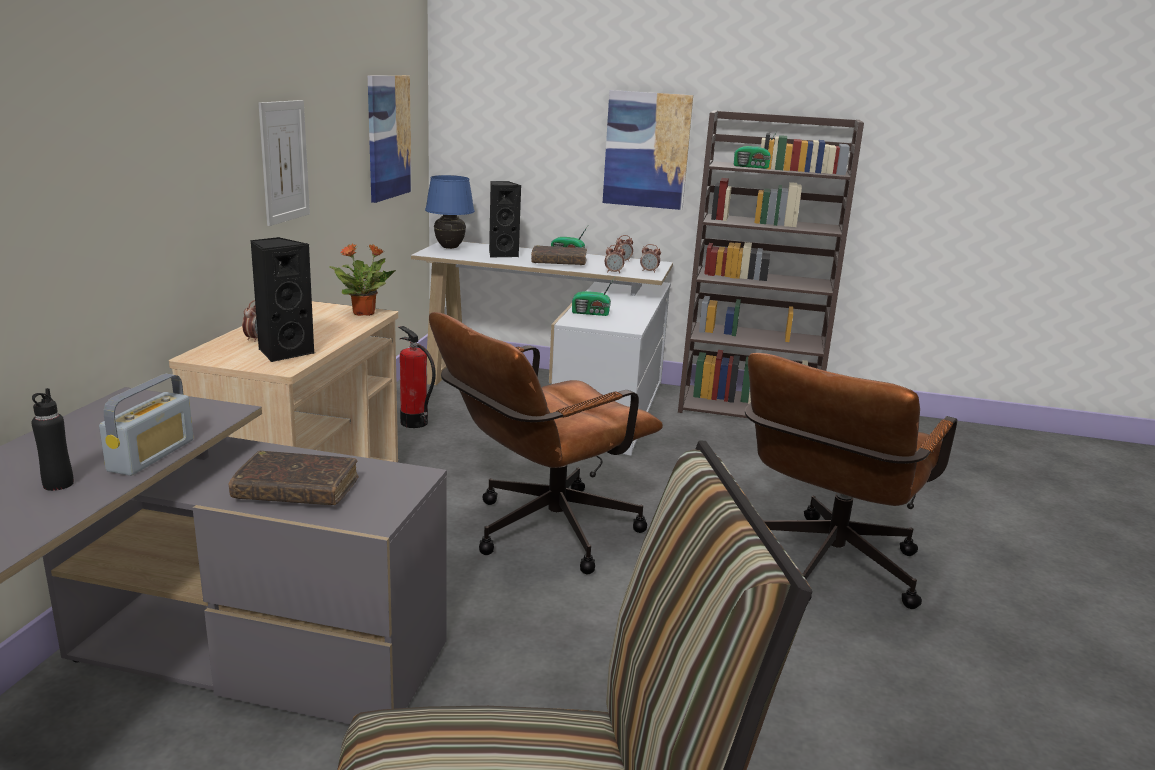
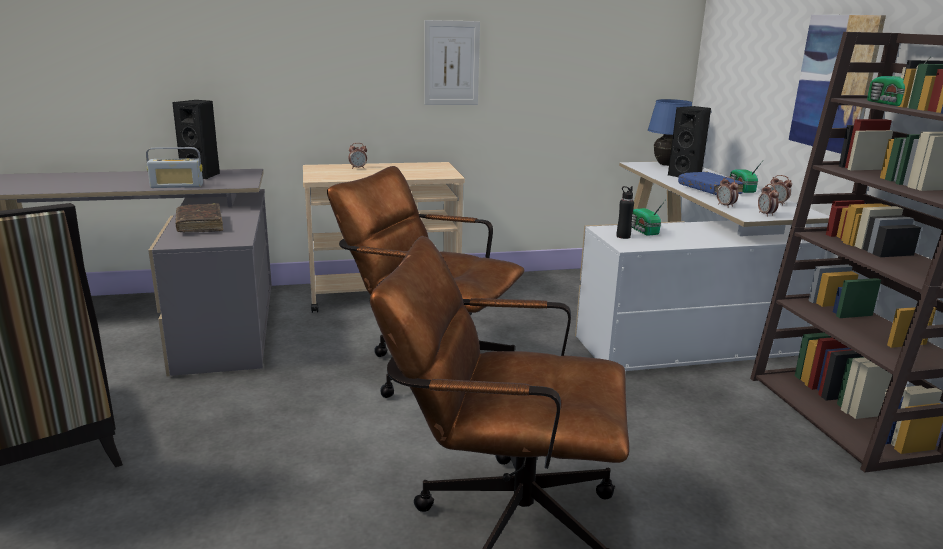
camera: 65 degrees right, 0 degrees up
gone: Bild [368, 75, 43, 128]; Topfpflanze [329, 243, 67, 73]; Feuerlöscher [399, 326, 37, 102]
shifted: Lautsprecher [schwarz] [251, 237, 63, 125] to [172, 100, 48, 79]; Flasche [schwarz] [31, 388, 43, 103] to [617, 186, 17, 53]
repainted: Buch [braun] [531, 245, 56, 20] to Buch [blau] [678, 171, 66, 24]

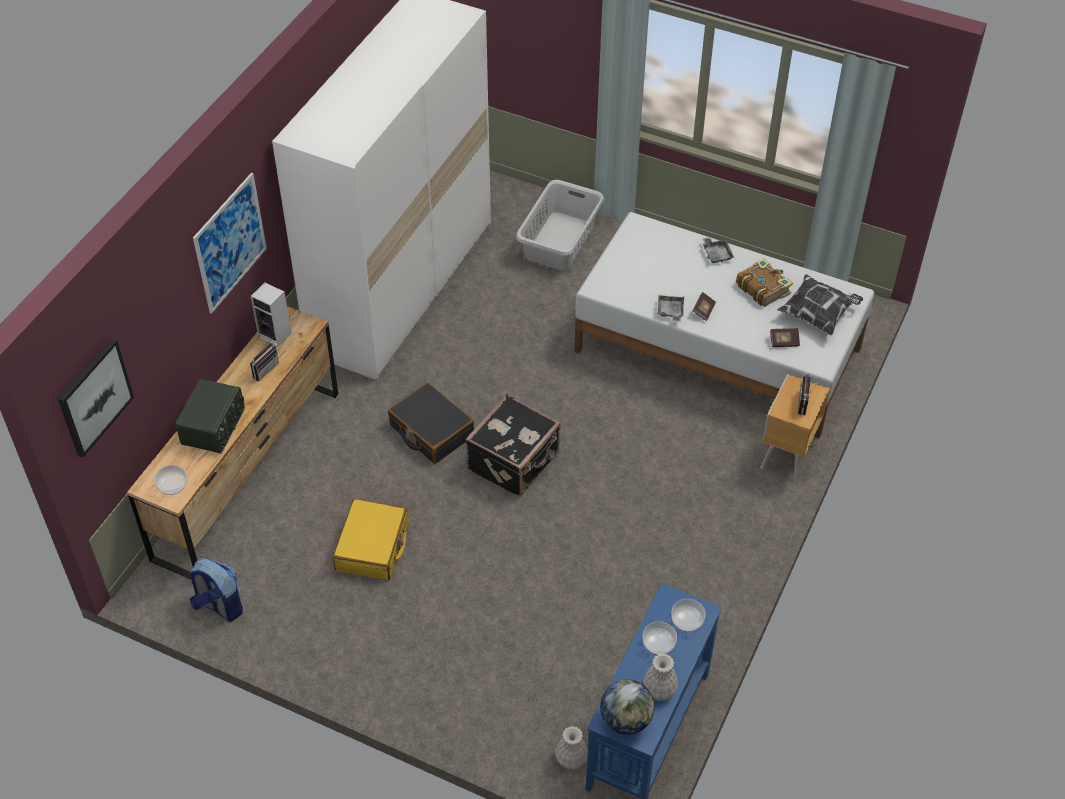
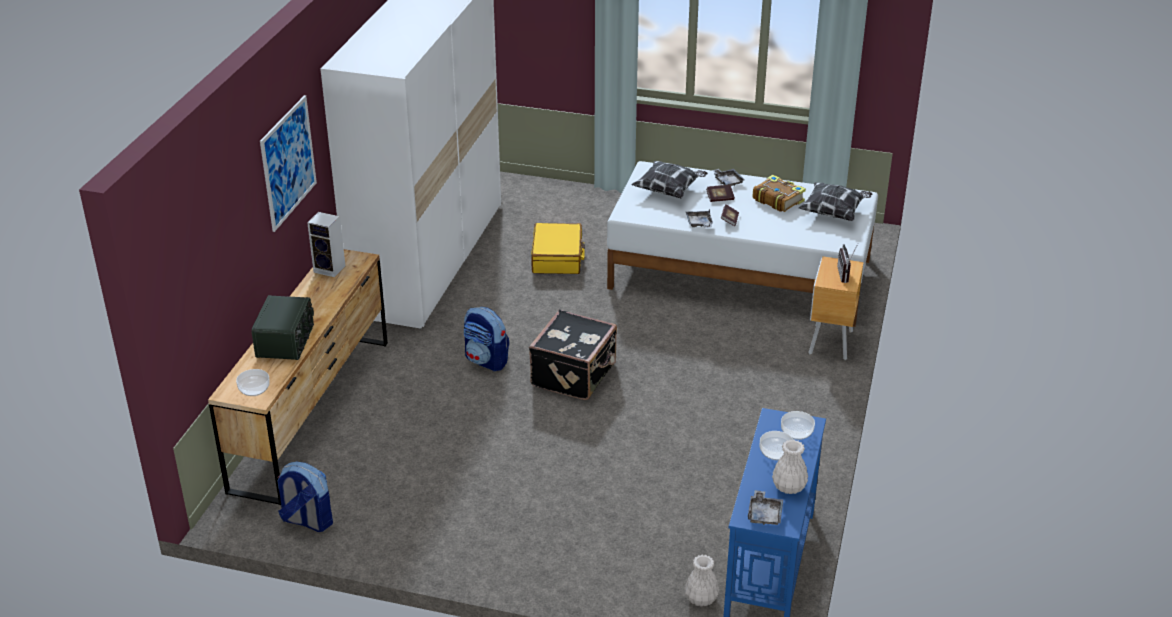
camera: 10 degrees left, 15 degrees down
gone: Wäschekorb [grau] [516, 180, 88, 91]; Bild [58, 338, 76, 119]; Radio [250, 342, 29, 39]
new: Kissen [631, 161, 77, 37]
shifted: Buch [770, 328, 30, 19] to [706, 185, 29, 17]; Koffer [gelb] [333, 498, 76, 83] to [531, 223, 54, 51]
swapped: Koffer [schwarz] [388, 383, 86, 81] to Rucksack [464, 307, 45, 64]; Globus [600, 679, 55, 56] to Tablett [grau] [748, 490, 35, 35]

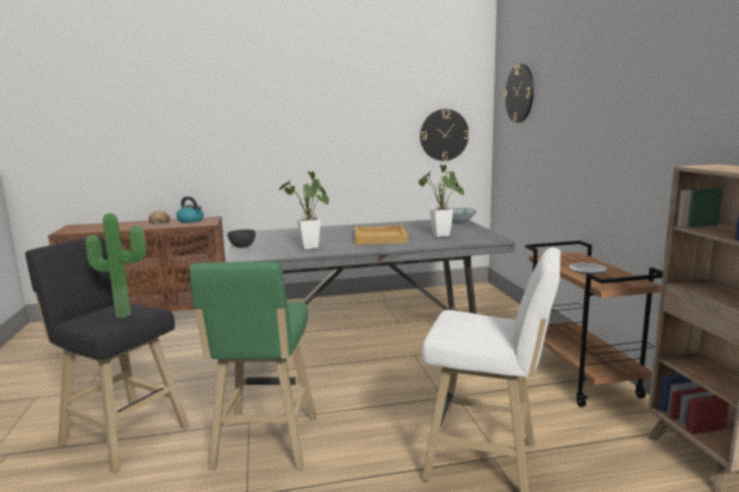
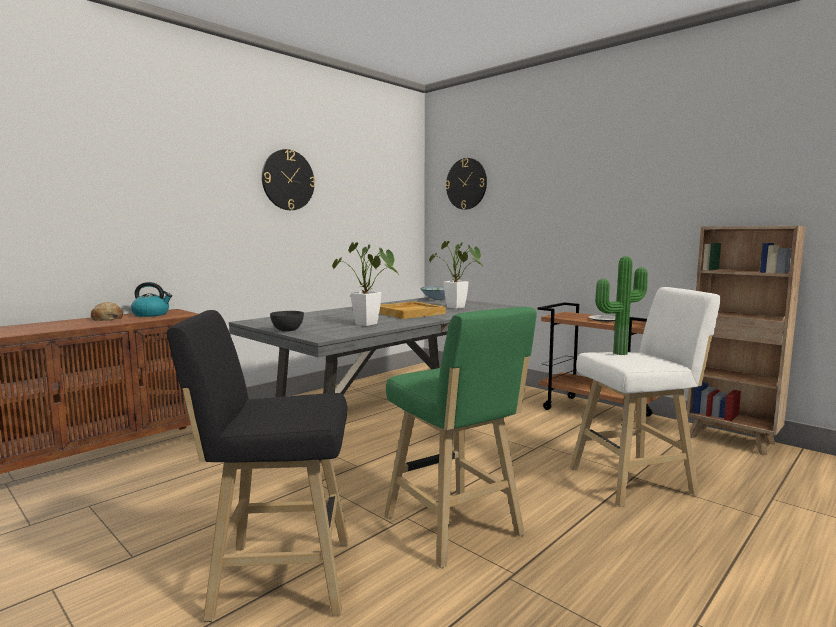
camera: 35 degrees left, 5 degrees down
shifted: Wanduhr [420, 109, 49, 52] to [262, 149, 53, 61]; Topfpflanze [86, 213, 60, 105] to [595, 256, 53, 99]

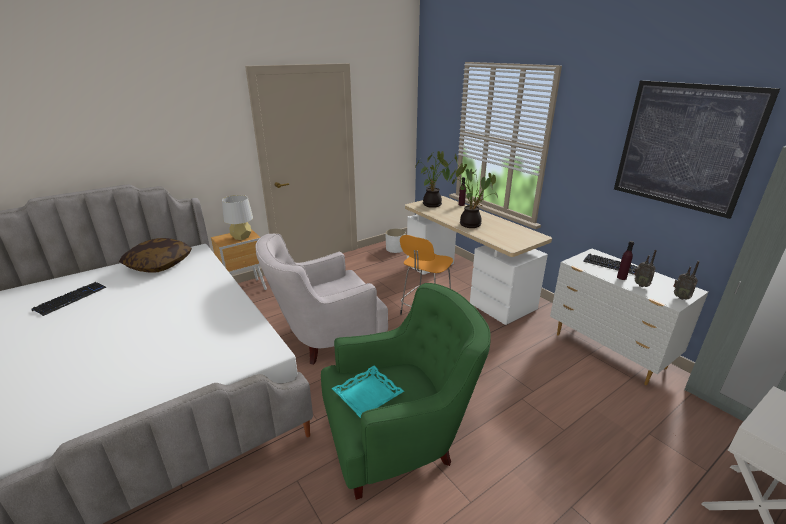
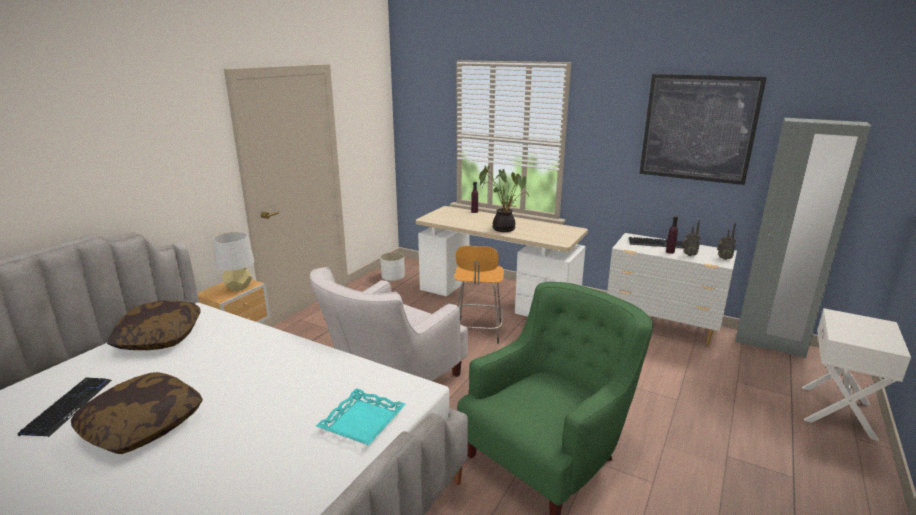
camera: 25 degrees left, 5 degrees down
gone: Topfpflanze [415, 151, 44, 57]
new: Kissen [71, 372, 132, 82]
shifted: Tablett [türkis] [331, 366, 73, 52] to [316, 388, 90, 57]

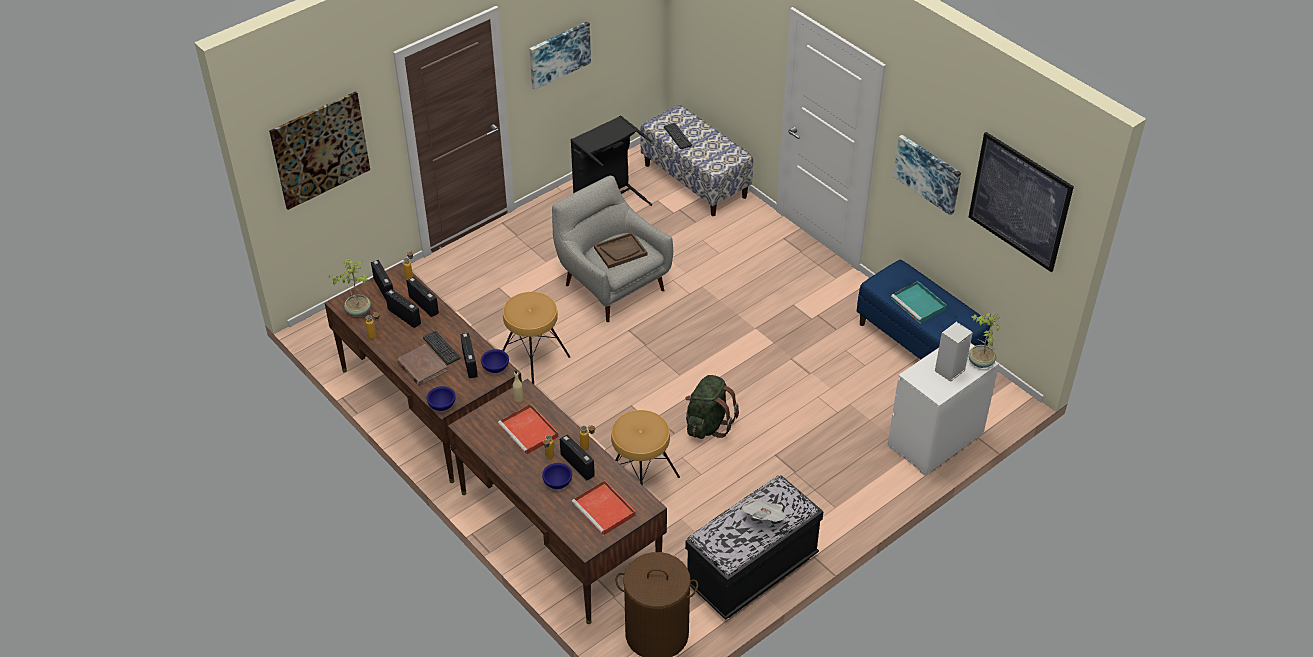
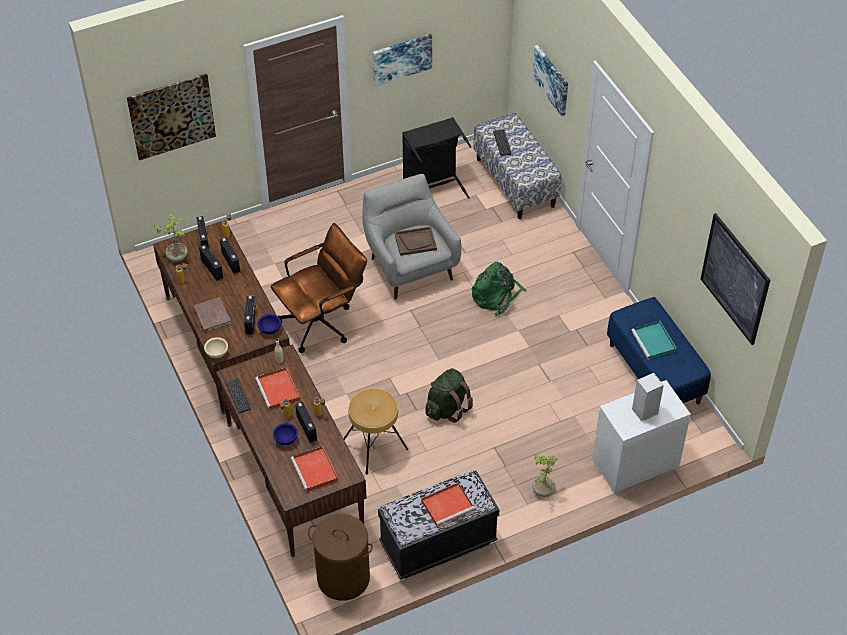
camera: 15 degrees right, 5 degrees up
new: Rucksack [grün] [472, 262, 55, 54]
shifted: Bild [893, 135, 68, 81] to [532, 45, 36, 71]; Topfpflanze [968, 313, 32, 55] to [532, 453, 26, 44]; Tastatur [423, 331, 37, 34] to [226, 378, 25, 35]
swapped: Hocker [braun] [502, 292, 68, 92] to Bürostuhl [braun] [270, 223, 97, 130]; Zeitung [742, 500, 44, 22] to Tablett [rot] [421, 482, 53, 44]
repainted: Schüssel [blau] [427, 386, 29, 25] to Schüssel [beige] [204, 337, 24, 21]

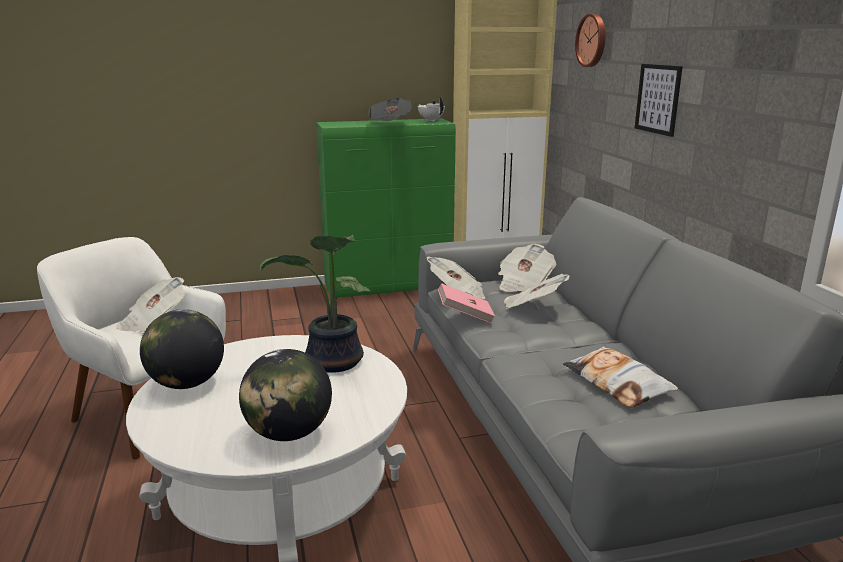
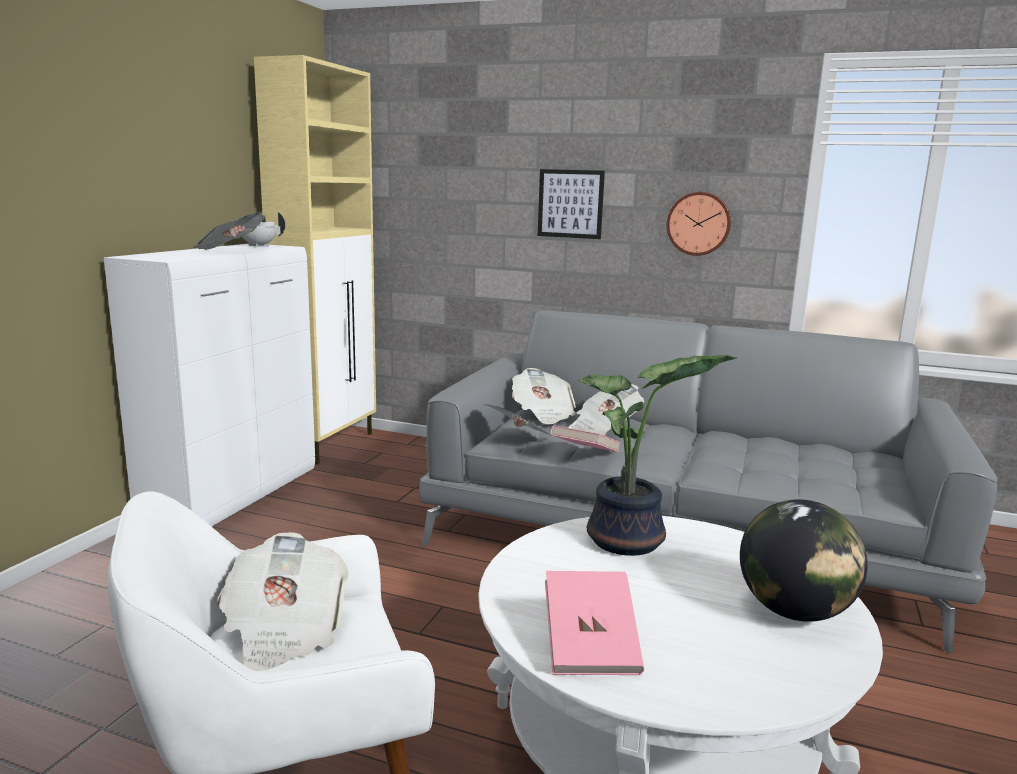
camera: 55 degrees left, 5 degrees down
gone: Kissen [563, 346, 115, 62]
shifted: Wanduhr [575, 14, 30, 53] to [667, 192, 64, 64]
swapped: Globus [140, 309, 84, 80] to Buch [rosa] [545, 571, 99, 104]
repainted: Schrank [grün] [316, 118, 140, 181] to Schrank [weiß] [104, 244, 211, 283]

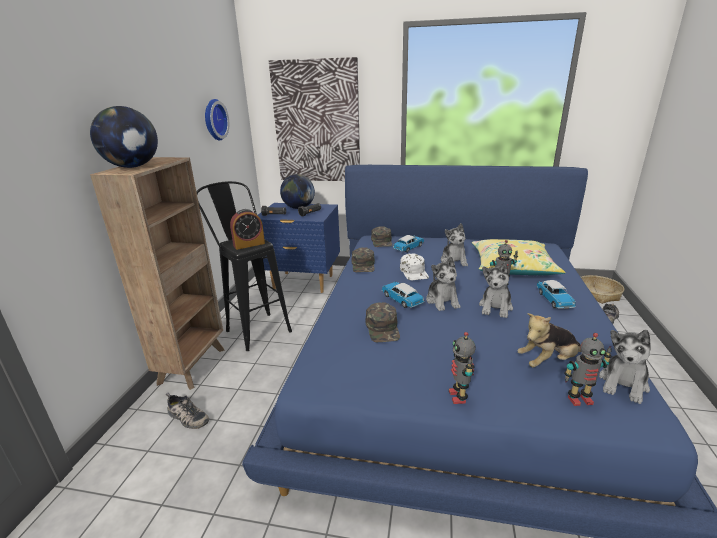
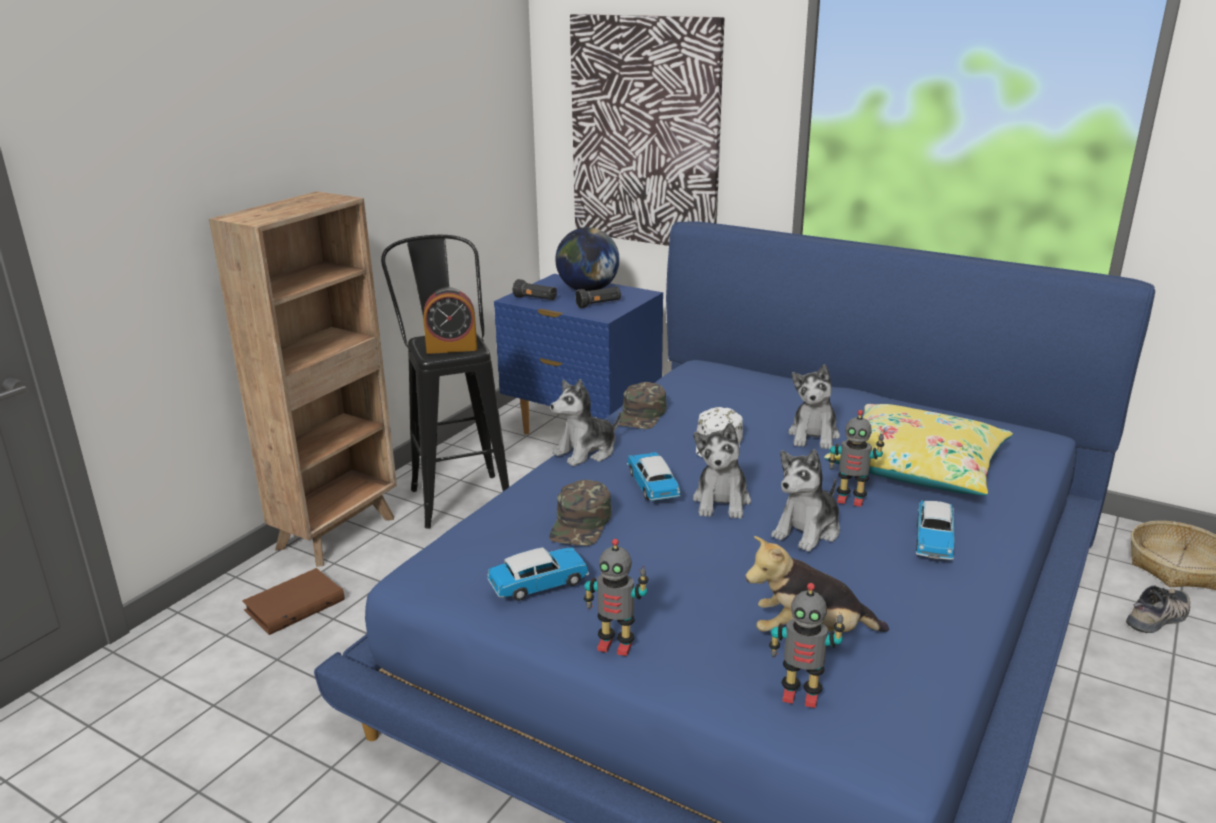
camera: 20 degrees right, 0 degrees up
gone: Wanduhr [205, 99, 24, 42]; Globus [90, 106, 68, 62]; Kappe [grün] [371, 226, 21, 21]
shifted: Spielzeugauto [393, 235, 31, 18] to [487, 547, 102, 54]; Plüschtier [599, 330, 51, 74] to [550, 379, 71, 87]
swapped: Schuh [166, 393, 43, 36] to Buch [braun] [242, 568, 103, 67]
rotated: Spielzeugroboter [449, 332, 27, 72] = [584, 539, 65, 117] 90 degrees counterclockwise

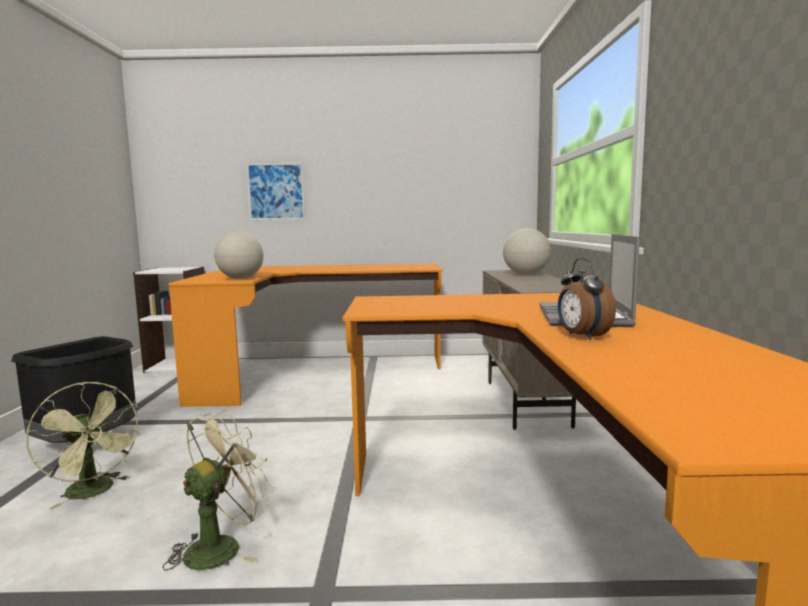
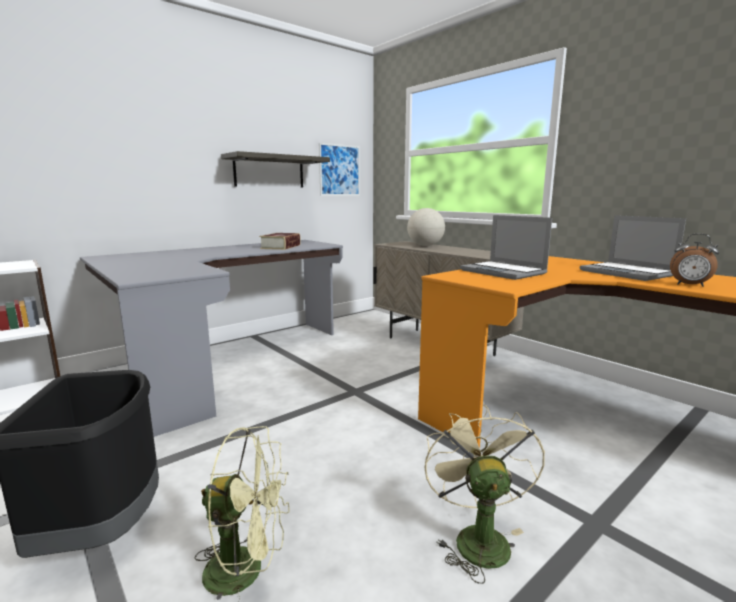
camera: 40 degrees left, 5 degrees up
gone: Globus [214, 232, 50, 47]
new: Wandregal [221, 151, 109, 36]; Laptop [460, 215, 92, 65]; Buch [259, 233, 42, 17]
shifted: Bild [246, 163, 59, 57] to [319, 143, 41, 53]
repainted: Schreibtisch [orange] [168, 263, 275, 144] to Schreibtisch [grau] [80, 240, 263, 197]

